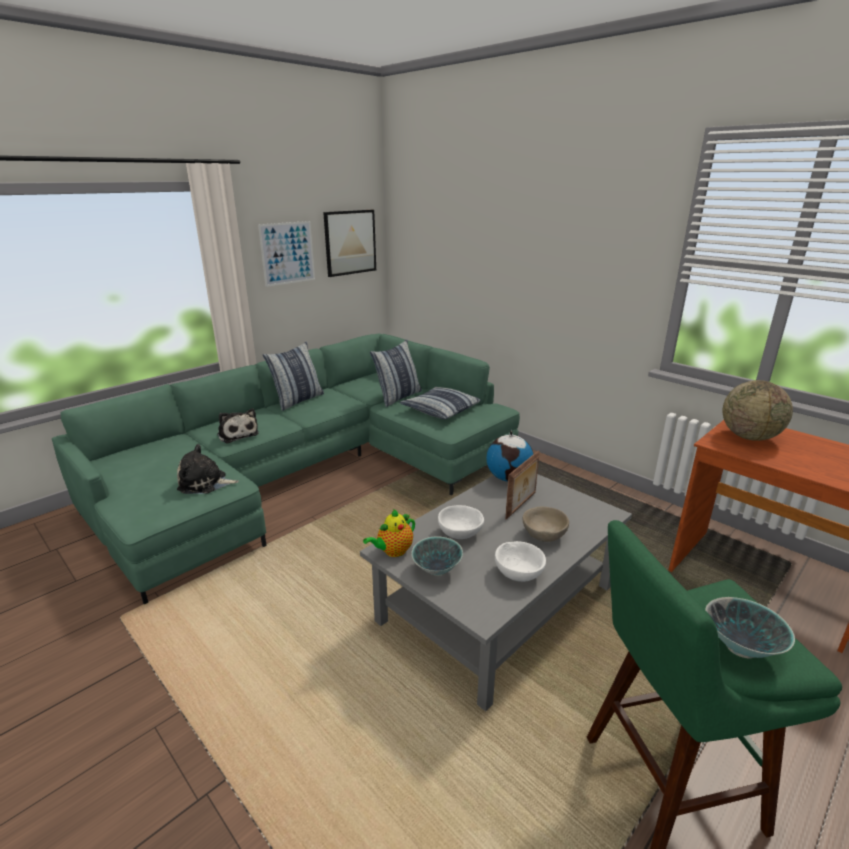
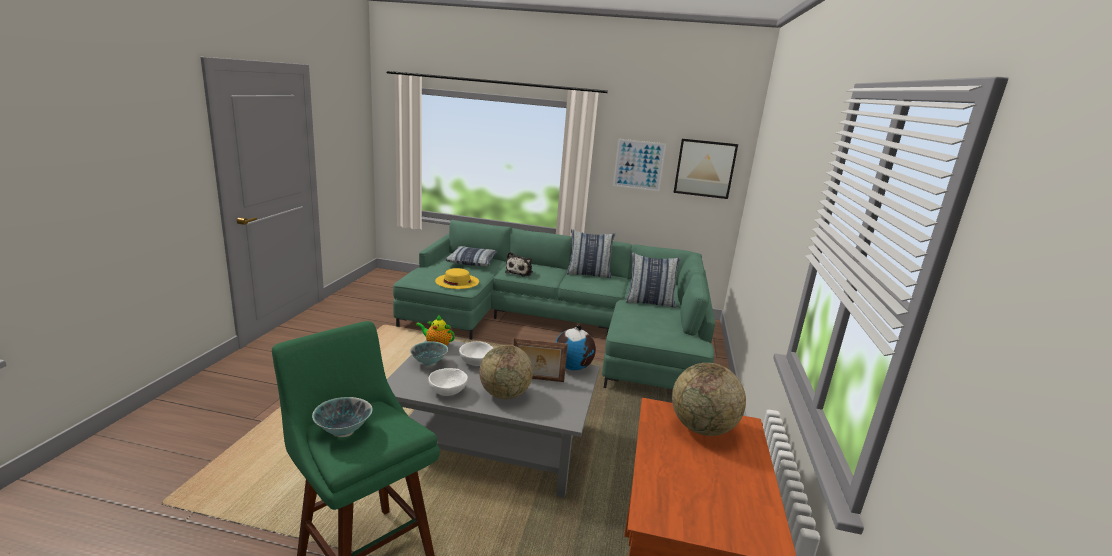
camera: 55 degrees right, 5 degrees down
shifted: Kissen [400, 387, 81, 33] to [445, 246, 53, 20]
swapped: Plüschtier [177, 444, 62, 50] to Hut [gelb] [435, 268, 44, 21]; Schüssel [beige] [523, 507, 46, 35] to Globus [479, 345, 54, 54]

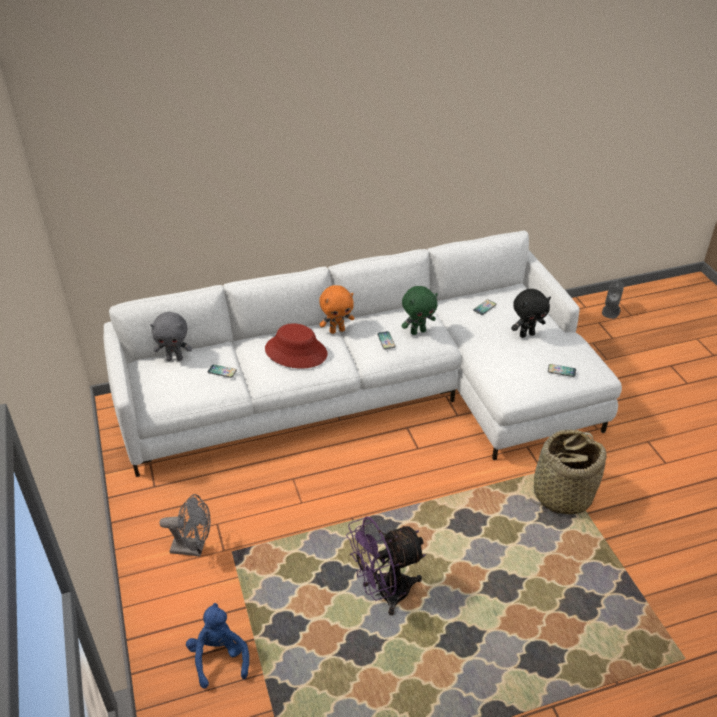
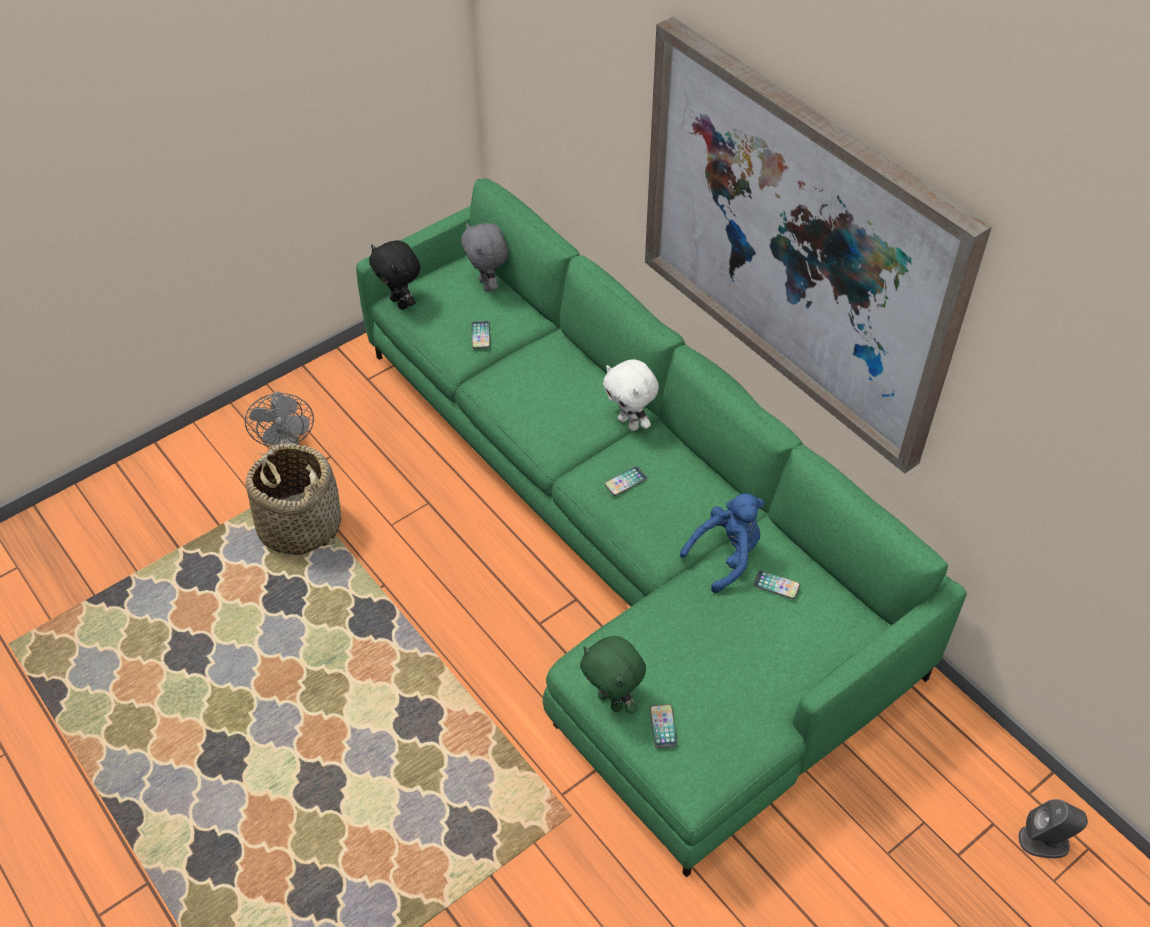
camera: 70 degrees right, 10 degrees up
gone: Hut [rot] [265, 323, 62, 46]; Ventilator [lila] [346, 517, 80, 99]
new: Bild [645, 17, 347, 457]
shifted: Plüschtier [grün] [402, 286, 36, 49] to [580, 636, 66, 78]; Plüschtier [schwarz] [511, 289, 40, 49] to [369, 240, 51, 70]; Korb [529, 429, 77, 86] to [246, 443, 95, 112]; Plüschtier [blau] [186, 603, 63, 86] to [680, 493, 85, 100]
repainted: Sofa [weiß] [103, 231, 519, 246] to Sofa [grün] [356, 178, 611, 700]; Plüschtier [orange] [319, 285, 35, 49] to Plüschtier [weiß] [603, 359, 56, 72]

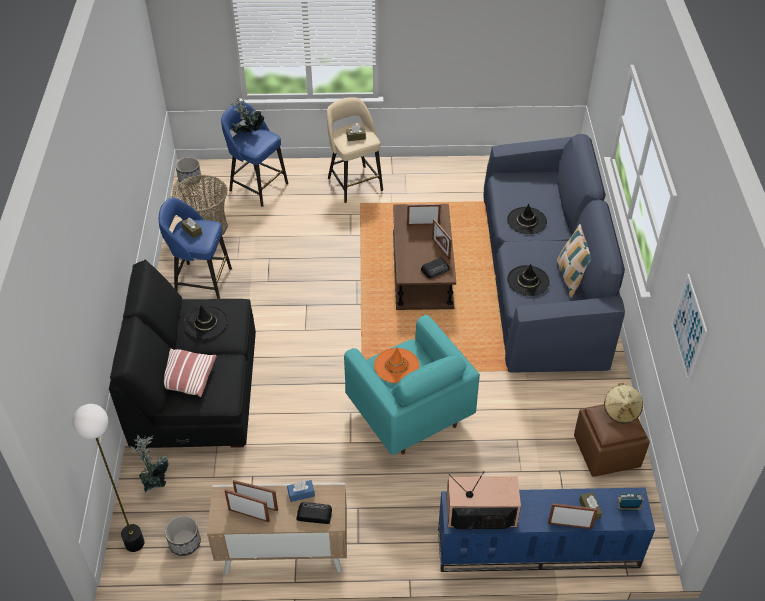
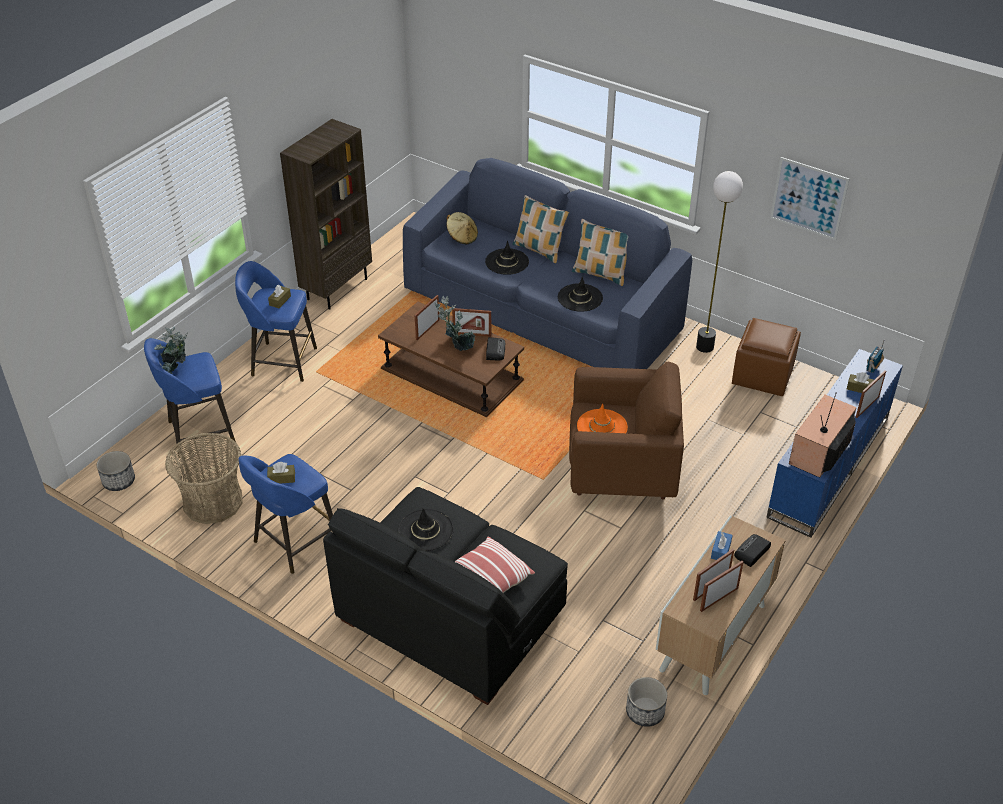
camera: 55 degrees left, 5 degrees down
new: Bücherregal [braun] [280, 119, 92, 190]; Kissen [513, 195, 56, 68]
shifted: Hut [beige] [604, 383, 39, 41] to [446, 212, 32, 32]; Stehlampe [73, 404, 72, 148] to [696, 171, 47, 182]; Topfpflanze [129, 435, 40, 57] to [435, 296, 40, 55]
repainted: Hocker [beige] [327, 97, 56, 106] to Hocker [blau] [235, 261, 82, 121]; Sessel [türkis] [344, 315, 136, 140] to Sessel [braun] [569, 362, 115, 138]

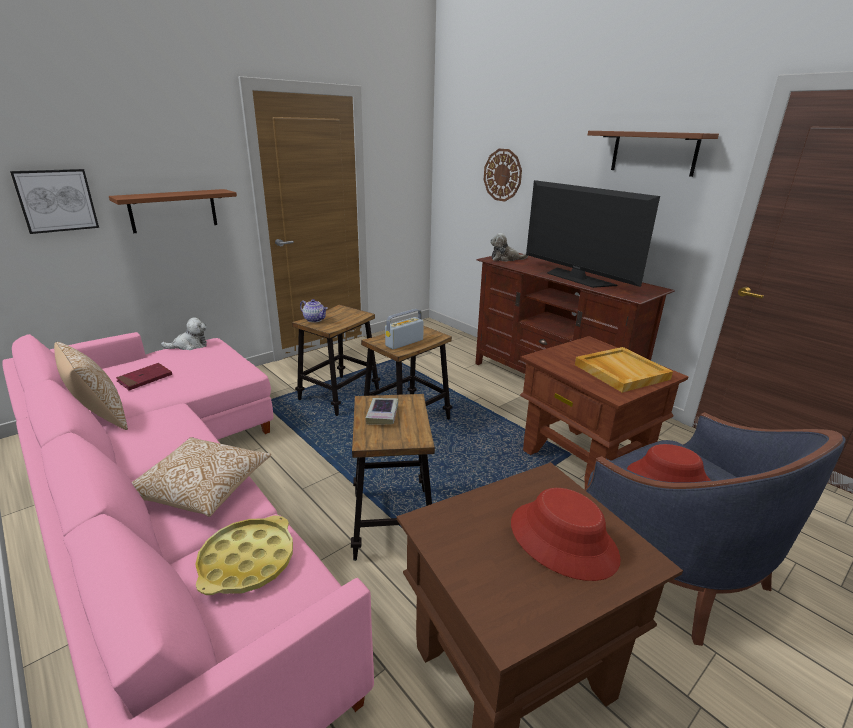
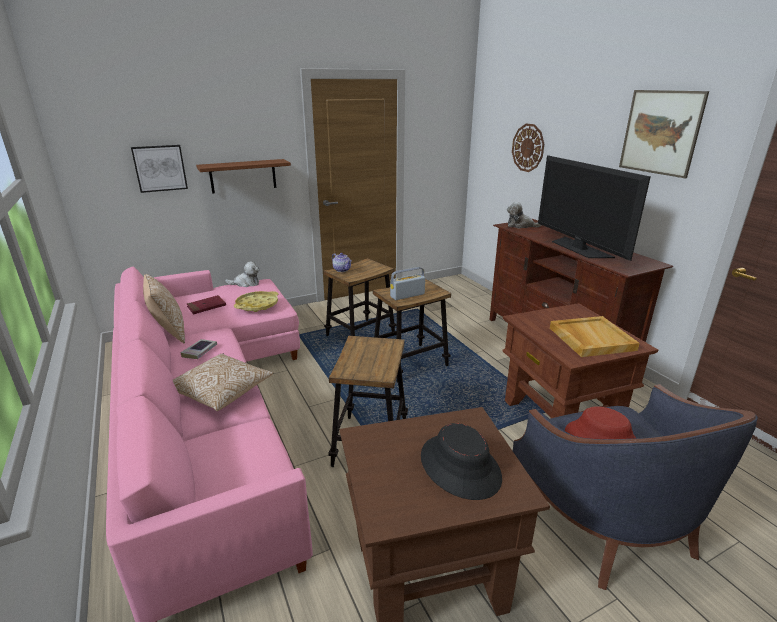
camera: 15 degrees right, 0 degrees up
shifted: Buch [366, 398, 32, 27] to [180, 339, 37, 20]; Tablett [gelb] [195, 515, 98, 80] to [234, 291, 44, 21]
swapped: Wandregal [braun] [588, 131, 131, 46] to Bild [619, 90, 90, 88]
repainted: Hut [rot] [511, 488, 110, 93] to Hut [schwarz] [421, 423, 81, 77]

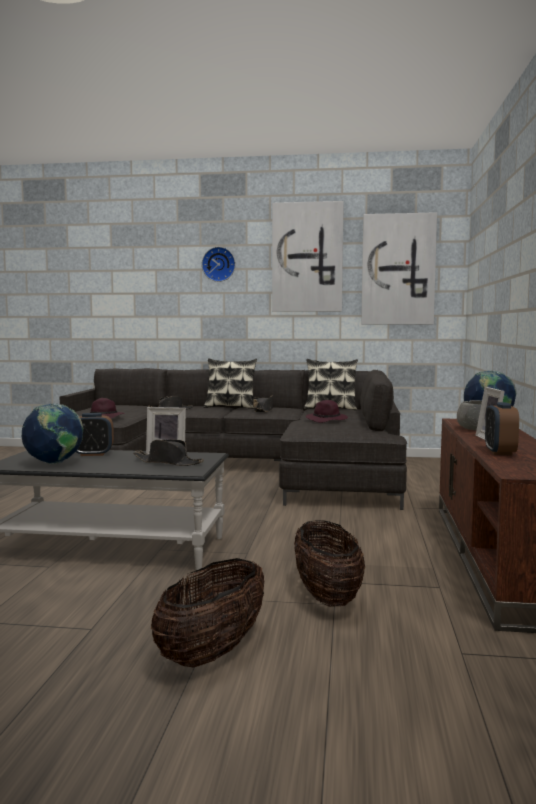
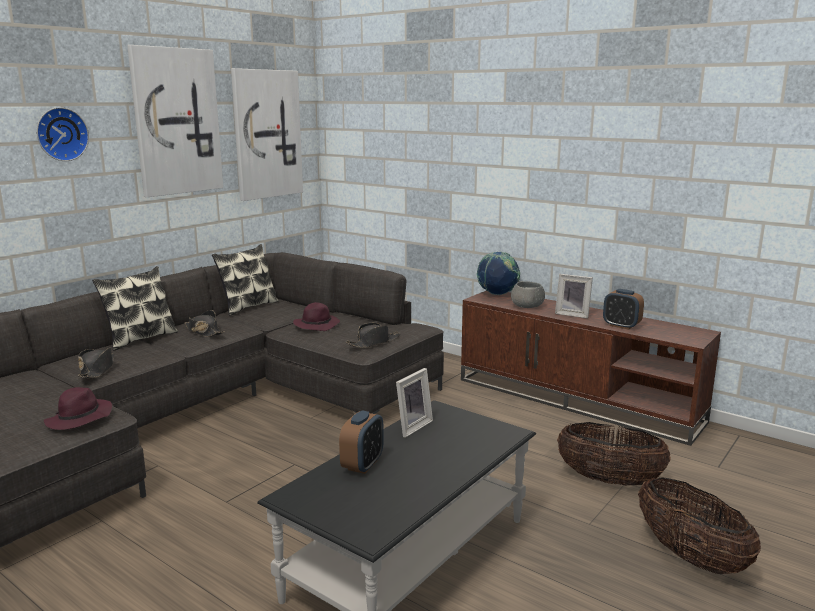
camera: 60 degrees left, 10 degrees up
gone: Globus [22, 403, 61, 61]
shifted: Hut [schwarz] [133, 439, 71, 27] to [346, 323, 54, 25]

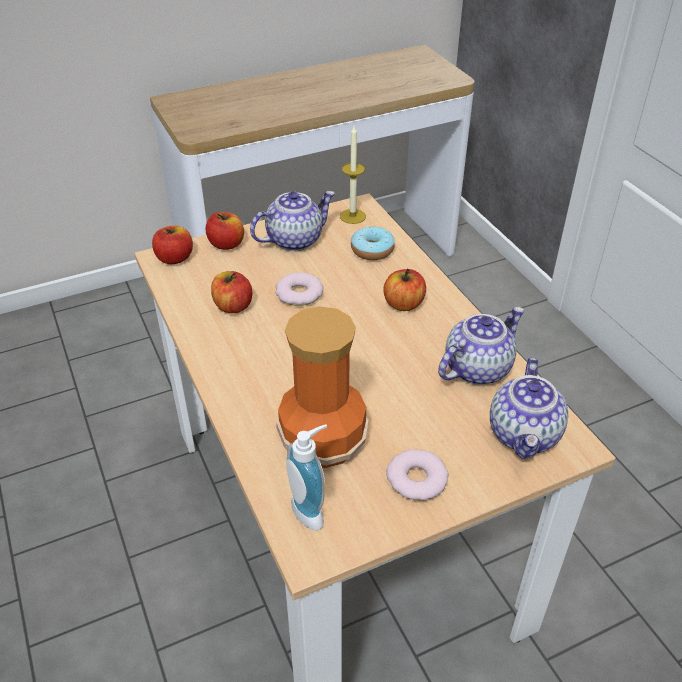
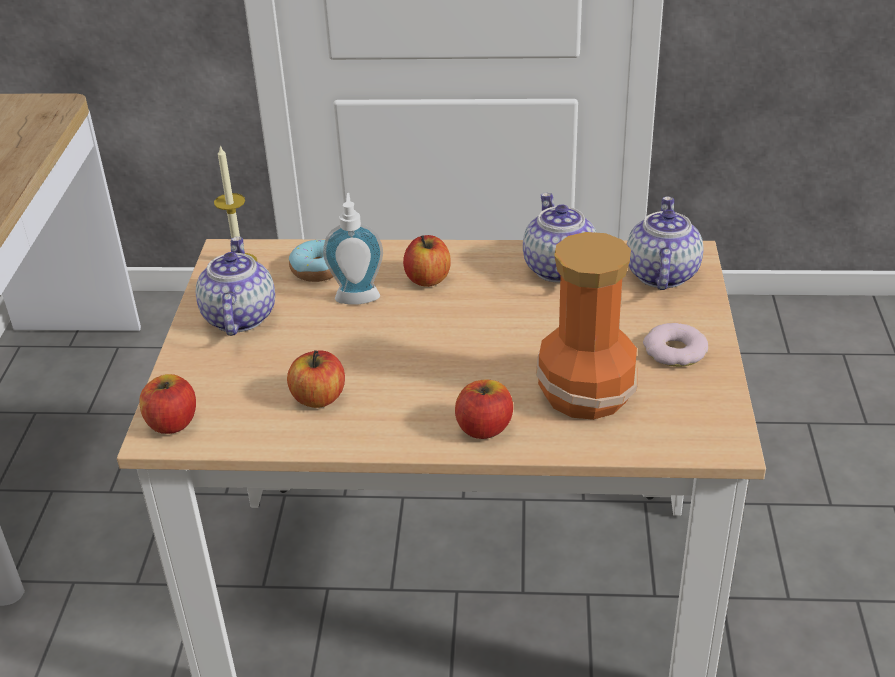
camera: 60 degrees left, 5 degrees down
gone: Donut [276, 273, 47, 33]
shifted: Apfel [206, 212, 38, 38] to [455, 379, 58, 60]; Seifenspender [286, 424, 41, 106] to [323, 193, 60, 112]
rotated: Teekanne [490, 358, 78, 101] = [627, 196, 77, 94] 120 degrees counterclockwise

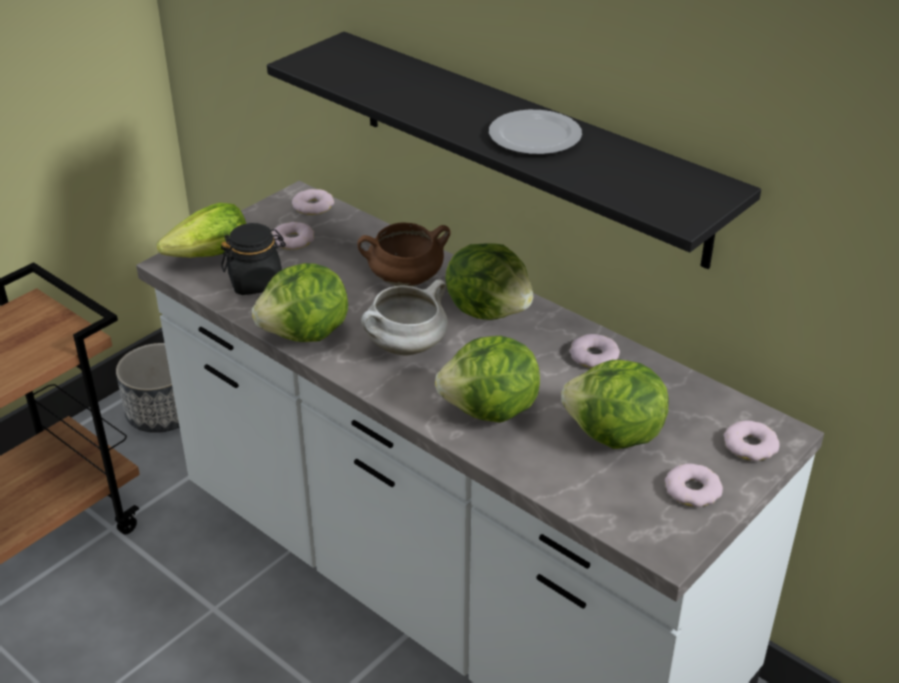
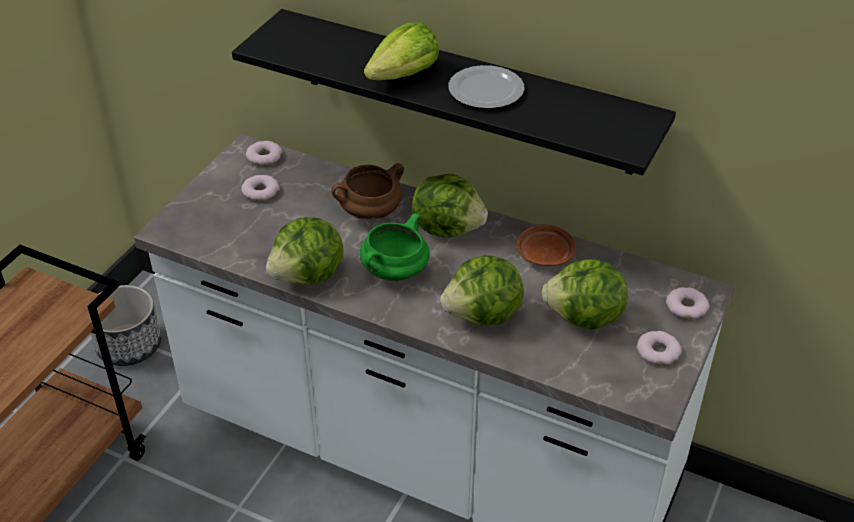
camera: 15 degrees left, 5 degrees up
gone: Vorratsglas [schwarz] [221, 223, 65, 72]
shifted: Salatkopf [157, 203, 89, 55] to [364, 22, 75, 58]
swapped: Donut [569, 334, 51, 34] to Teller [braun] [516, 224, 60, 42]
repainted: Kochtopf [weiß] [361, 280, 87, 76] to Kochtopf [grün] [360, 213, 70, 68]

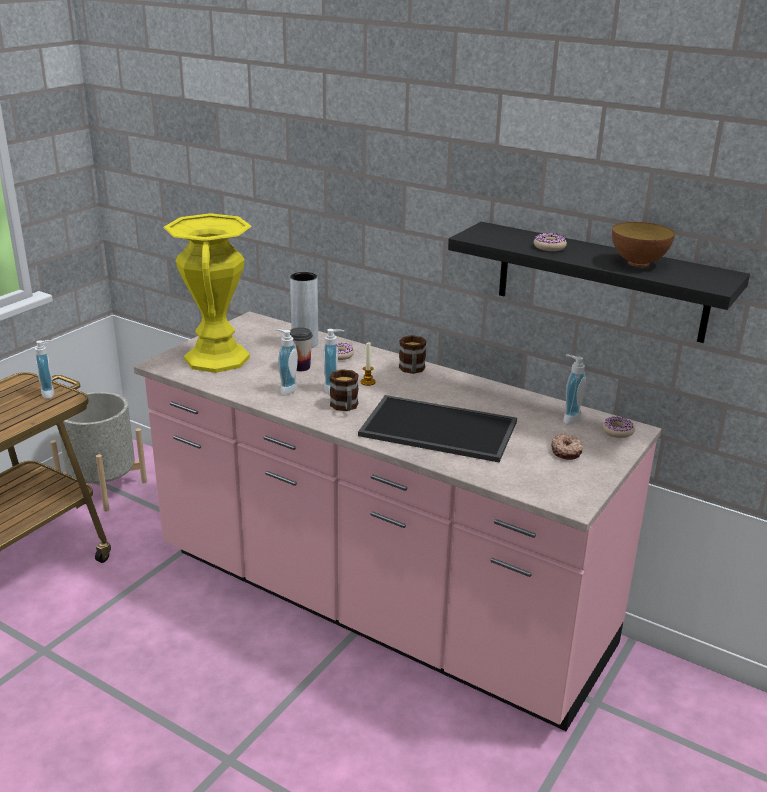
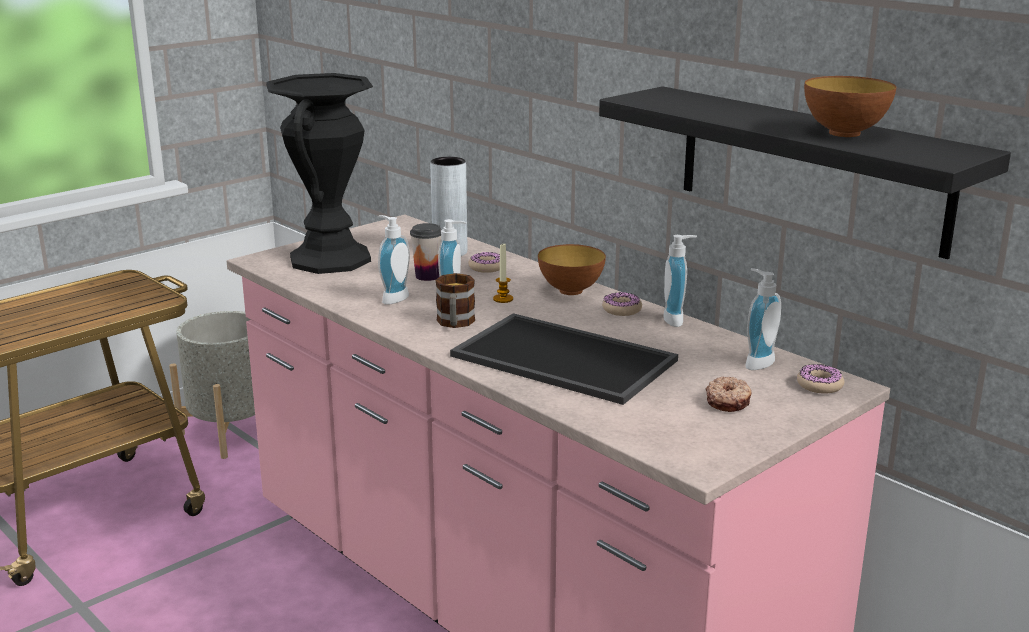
camera: 15 degrees right, 5 degrees down
shifted: Donut [534, 233, 33, 18] to [602, 292, 40, 24]; Seifenspender [35, 340, 19, 59] to [663, 235, 34, 92]
swapped: Henkelbecher [399, 335, 27, 39] to Schüssel [538, 244, 68, 51]
repainted: Vase [gelb] [164, 213, 88, 160] to Vase [schwarz] [266, 73, 107, 201]

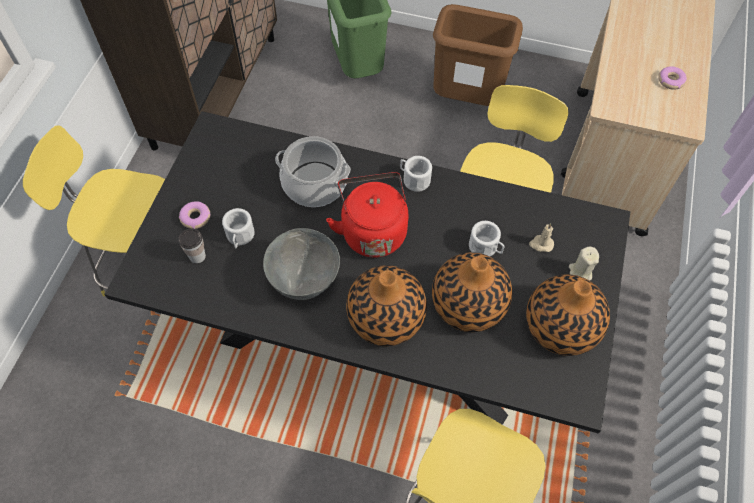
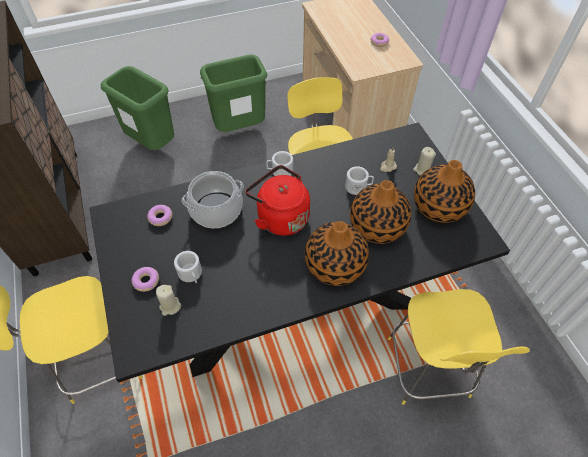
camera: 35 degrees left, 5 degrees down
gone: Schüssel [grau] [263, 228, 77, 72]
new: Donut [147, 205, 26, 21]
swapped: Tasse [178, 228, 28, 36] to Kerze [beige] [156, 285, 25, 31]
repainted: Mülleimer [braun] [433, 4, 90, 102] to Mülleimer [grün] [200, 54, 68, 78]

